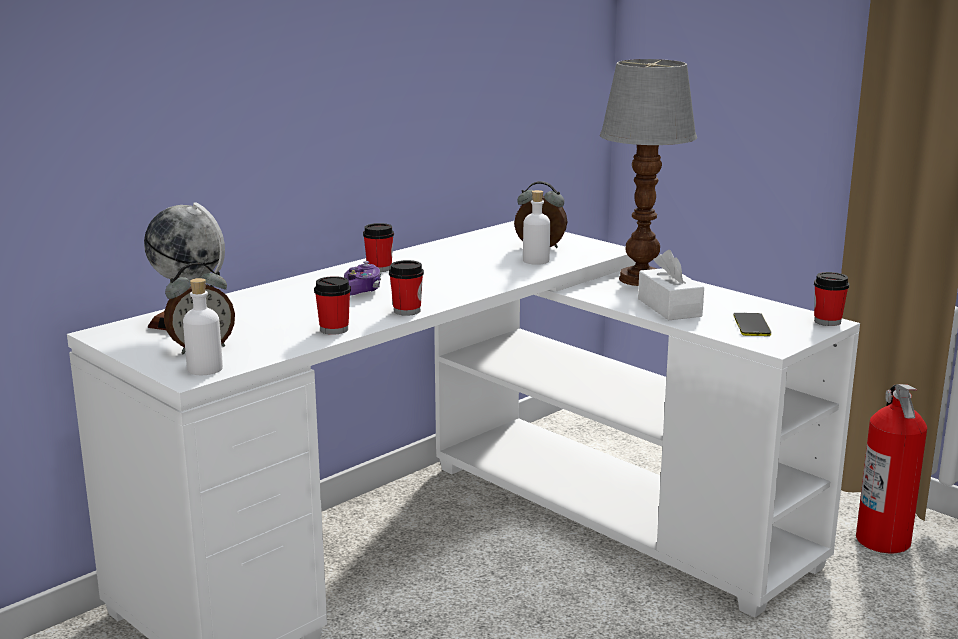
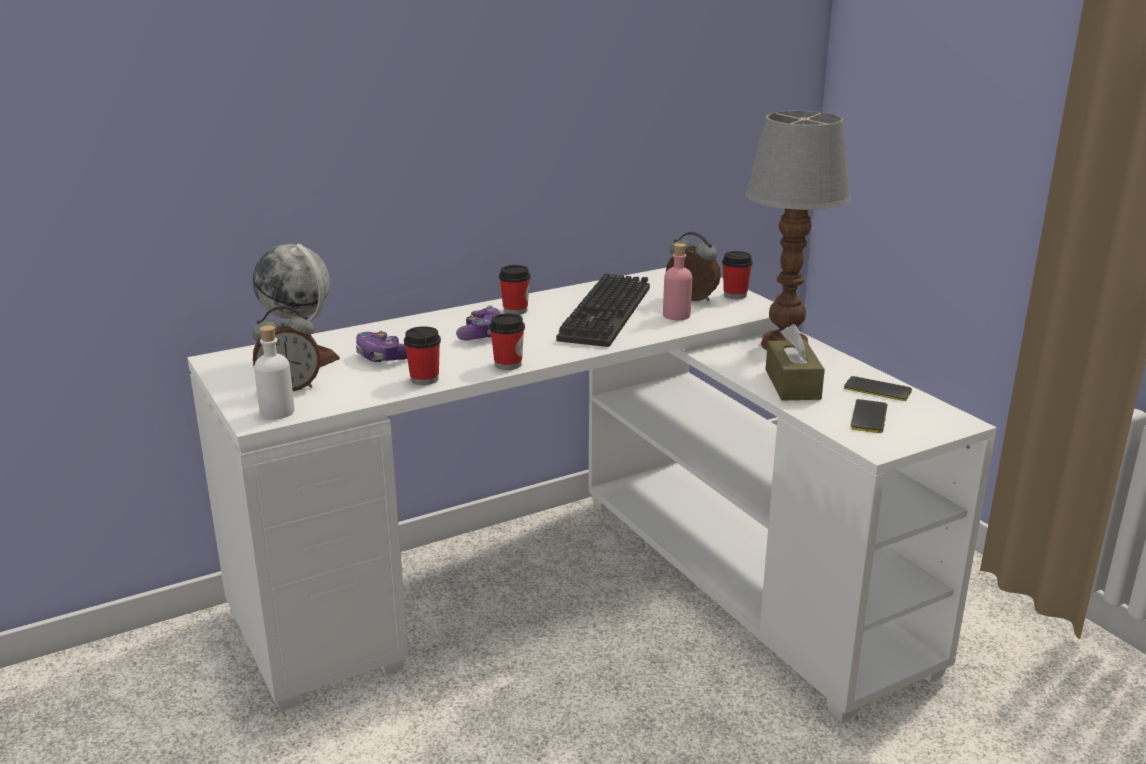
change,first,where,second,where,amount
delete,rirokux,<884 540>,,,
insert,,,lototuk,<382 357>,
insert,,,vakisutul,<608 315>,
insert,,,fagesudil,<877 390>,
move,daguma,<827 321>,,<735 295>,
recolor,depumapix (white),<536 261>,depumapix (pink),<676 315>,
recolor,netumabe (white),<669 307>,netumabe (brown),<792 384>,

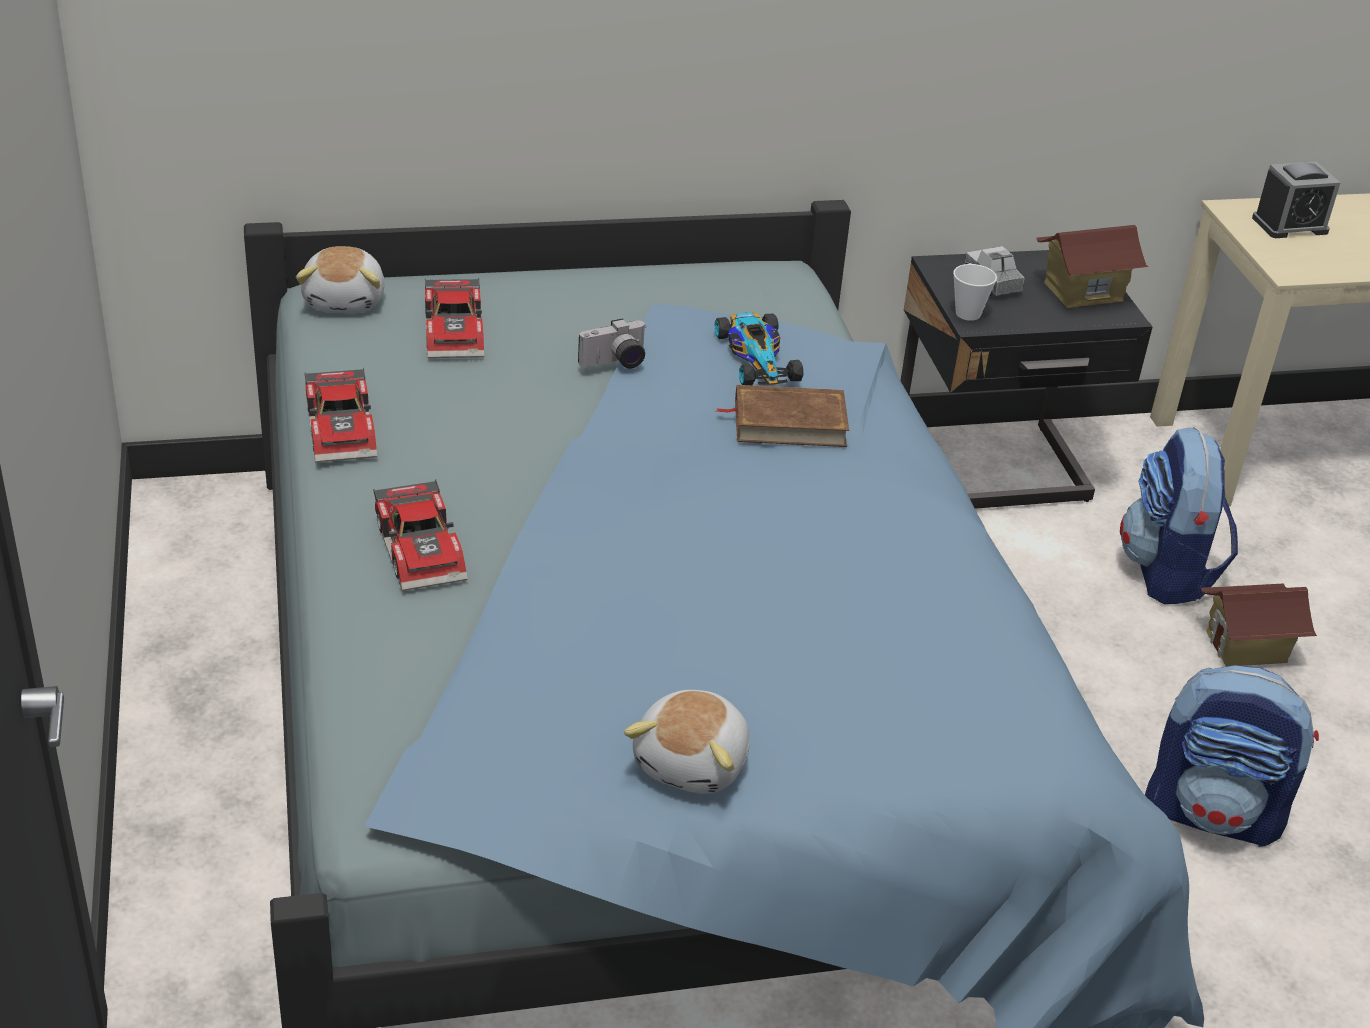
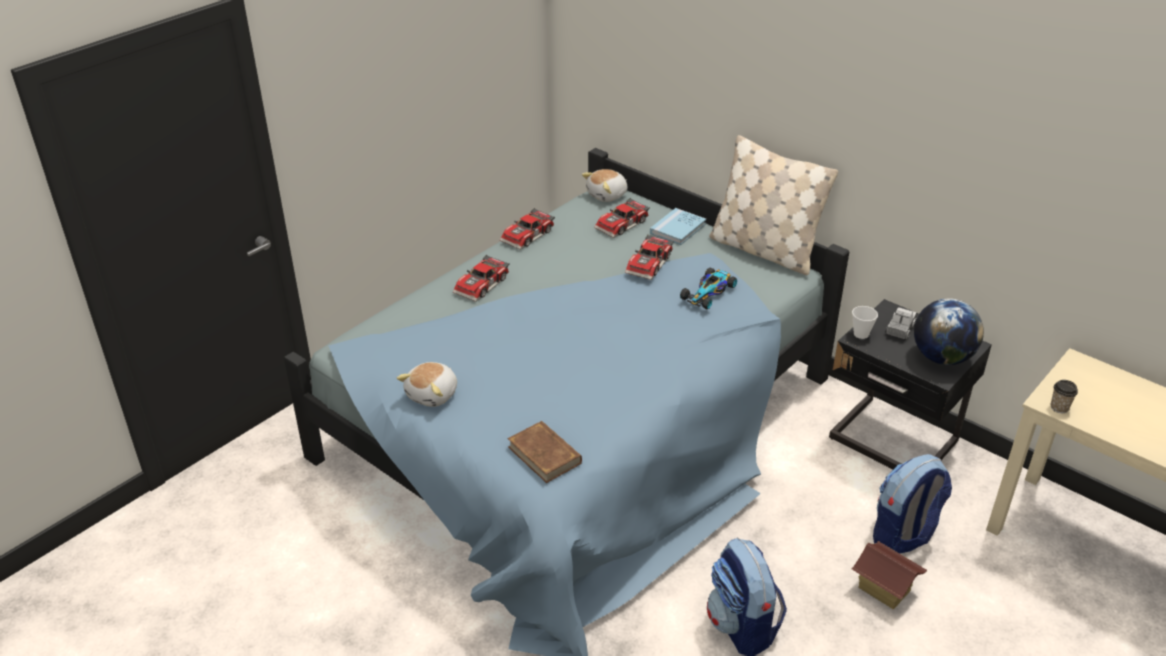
change,first,where,second,where,amount
delete,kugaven,<1289 225>,,,
insert,,,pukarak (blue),<678 228>,
insert,,,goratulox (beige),<764 250>,
insert,,,daguma,<1059 407>,
move,pukarak (brown),<789 423>,,<544 455>,
replace,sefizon,<615 363>,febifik,<650 264>,
replace,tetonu,<1082 292>,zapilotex,<942 357>,
rotate,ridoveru,<694 763>,,<433 395>,45 degrees counterclockwise

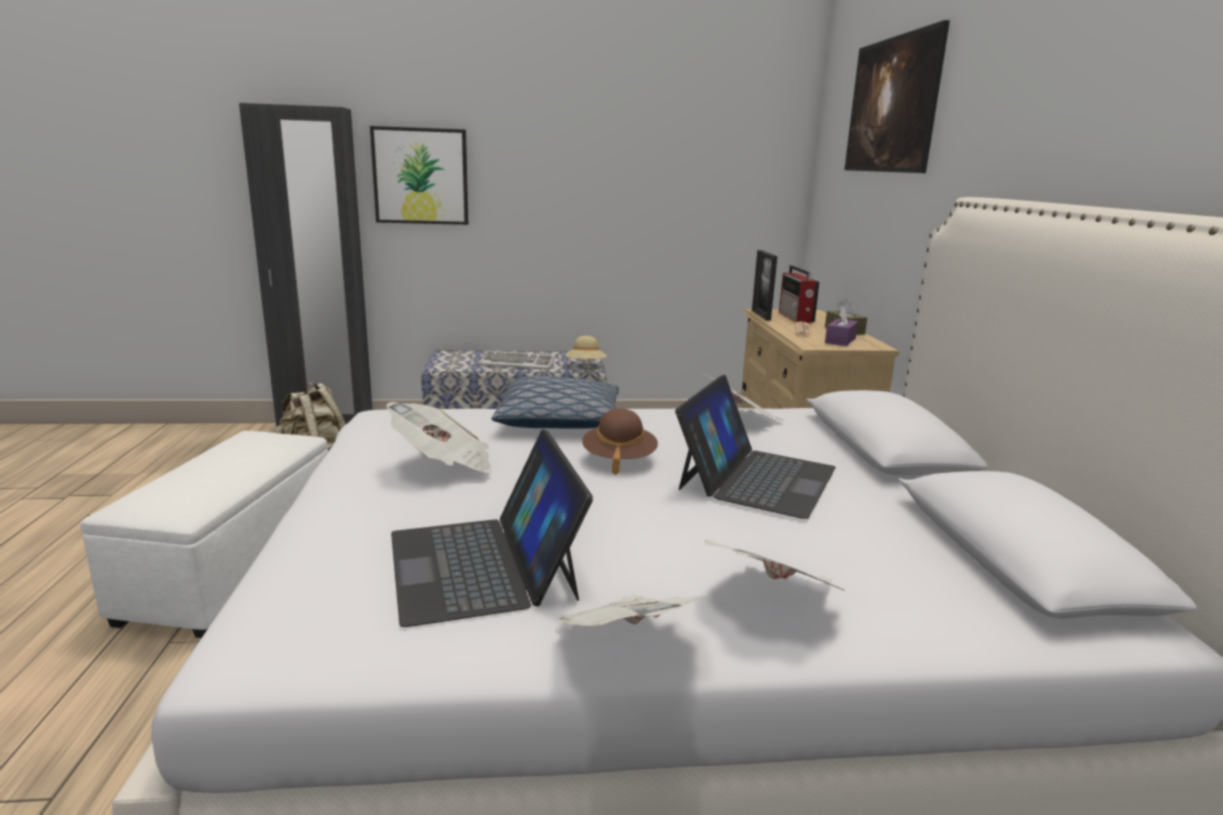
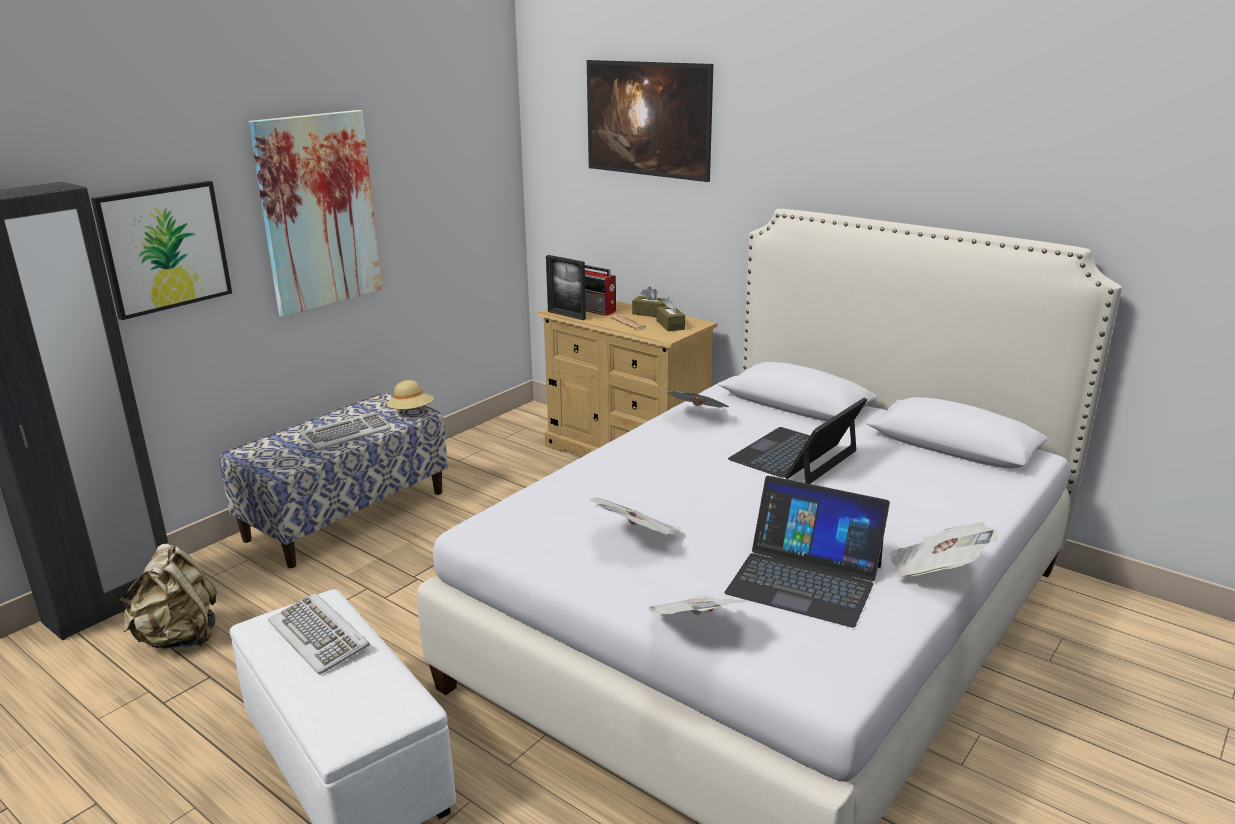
change,first,where,second,where,amount
delete,goratulox,<560 421>,,,
delete,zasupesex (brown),<619 459>,,,
insert,,,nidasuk,<318 212>,
insert,,,vakisutul,<320 636>,
move,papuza,<776 600>,,<695 627>,
recolor,netumabe (purple),<840 340>,netumabe (brown),<670 325>,
rotate,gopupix,<756 478>,,<795 456>,120 degrees counterclockwise

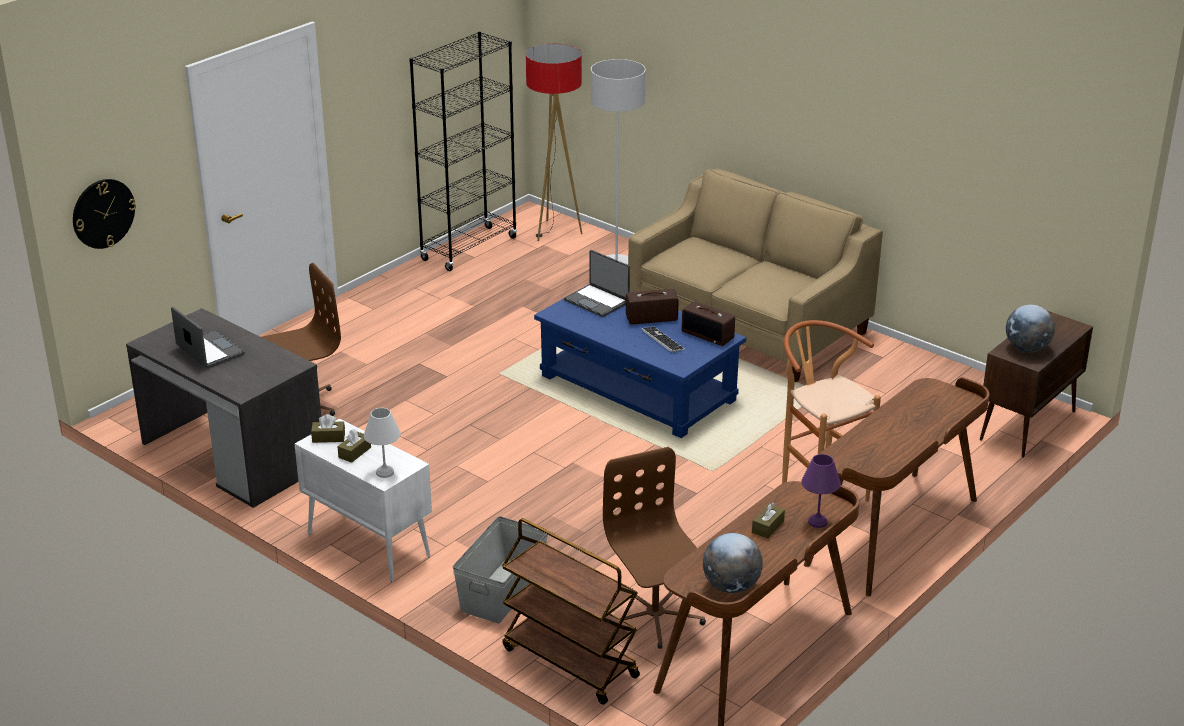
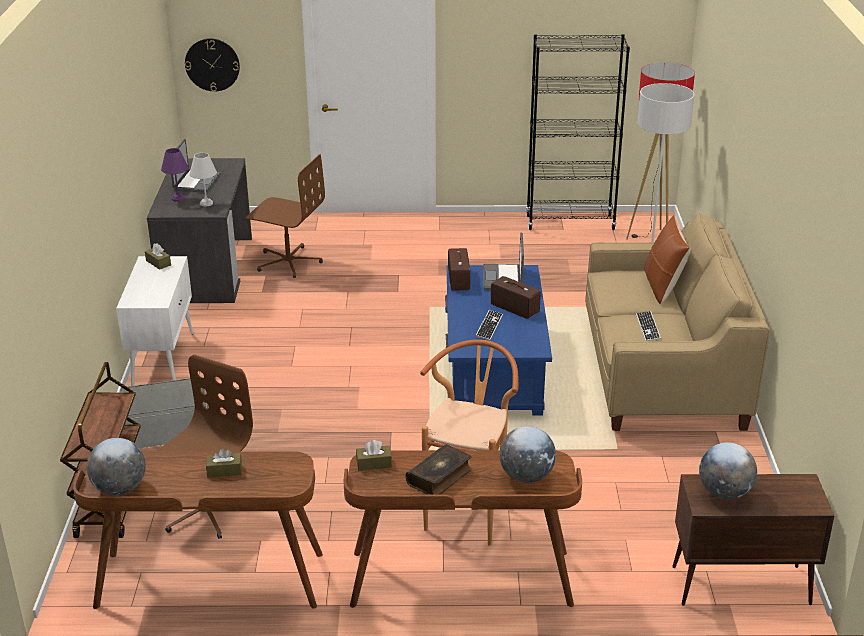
change,first,where,second,where,amount
insert,,,pukarak,<440 477>,
insert,,,zapilotex,<526 476>,
insert,,,vakisutul,<648 327>,
insert,,,goratulox (brown),<663 287>,
move,netumabe (brown),<354 452>,,<374 464>,
move,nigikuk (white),<385 472>,,<206 203>,
move,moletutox,<708 335>,,<459 280>,
move,nigikuk (purple),<818 521>,,<179 198>,

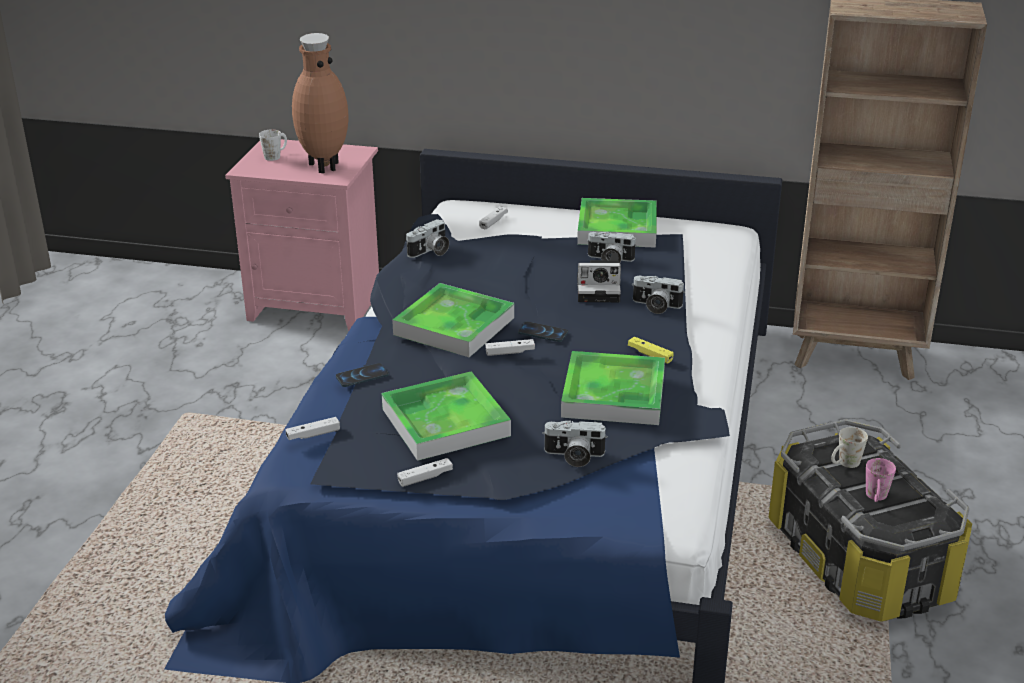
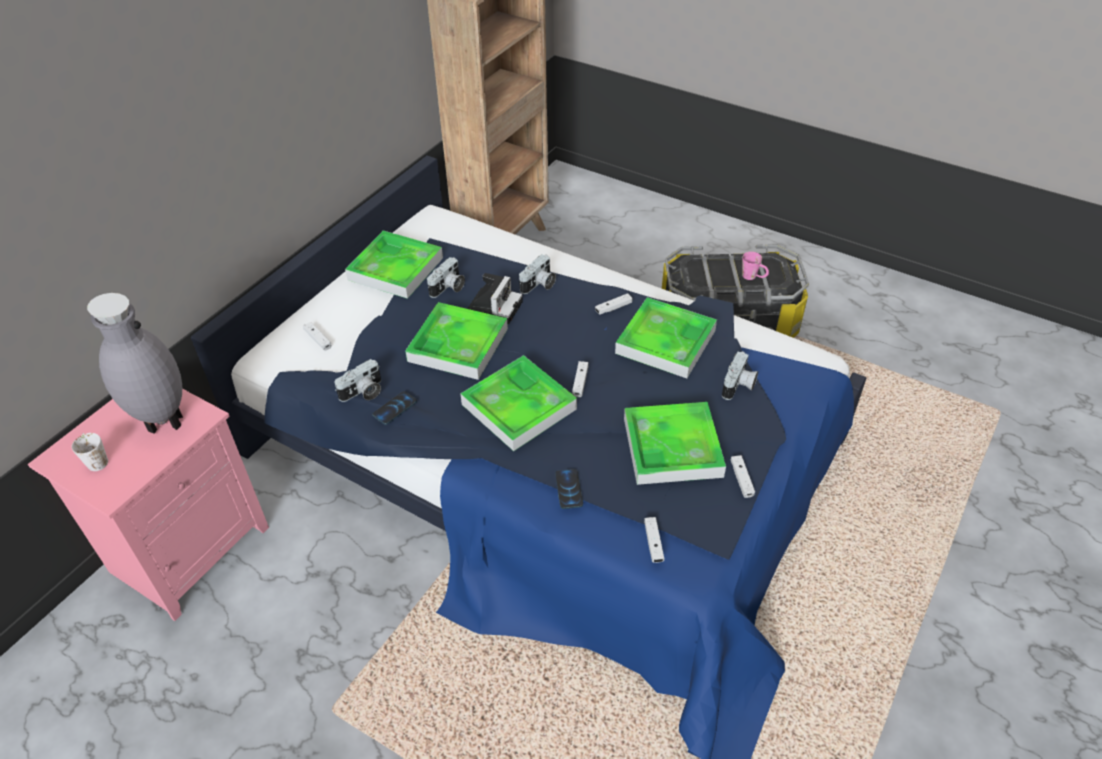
change,first,where,second,where,amount
delete,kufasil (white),<844 464>,,,
insert,,,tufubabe,<458 345>,
move,fagesudil,<543 333>,,<395 408>,
recolor,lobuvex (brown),<323 166>,lobuvex (grey),<162 423>,
recolor,lototuk (yellow),<650 355>,lototuk (white),<613 308>,
rotate,sefizon,<430 252>,,<363 393>,75 degrees clockwise

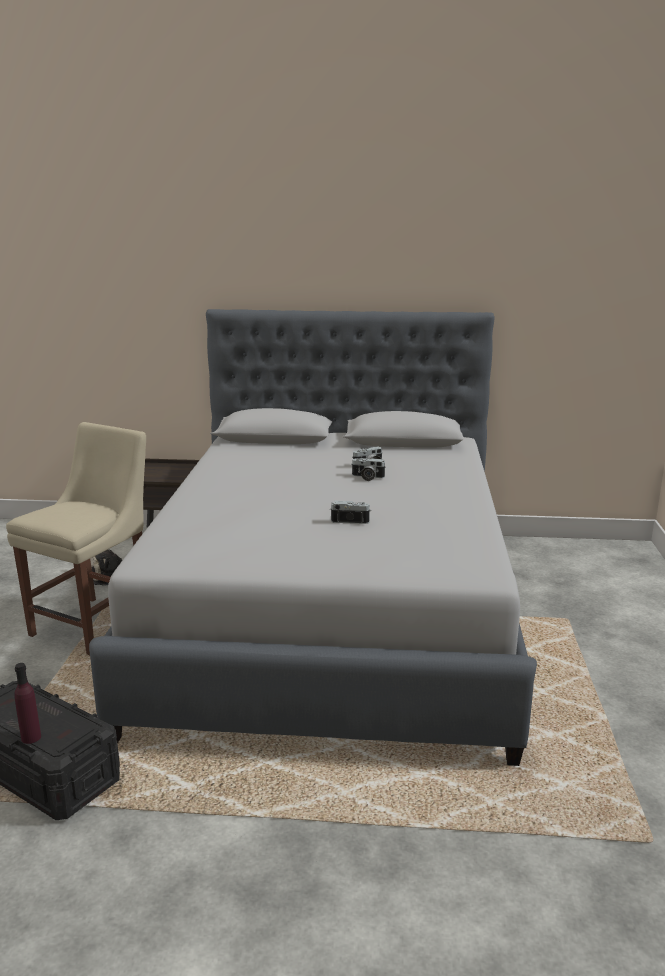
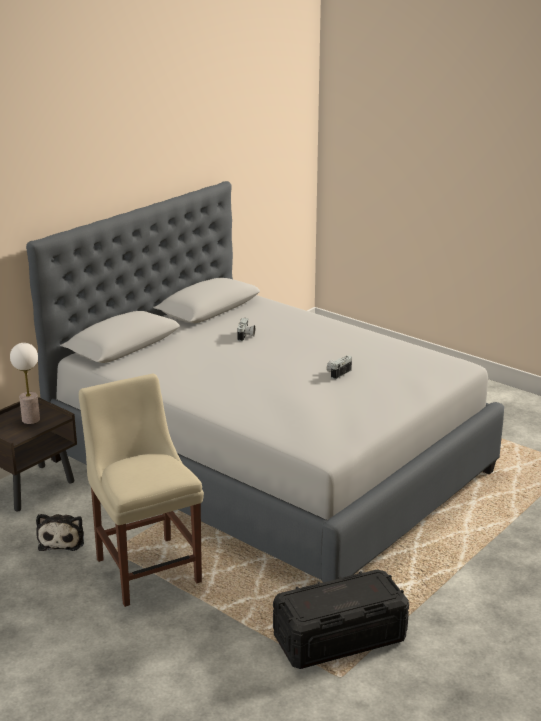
change,first,where,second,where,amount
delete,depumapix (purple),<31 737>,,,
delete,sefizon,<367 477>,,,
insert,,,nigikuk,<30 419>,

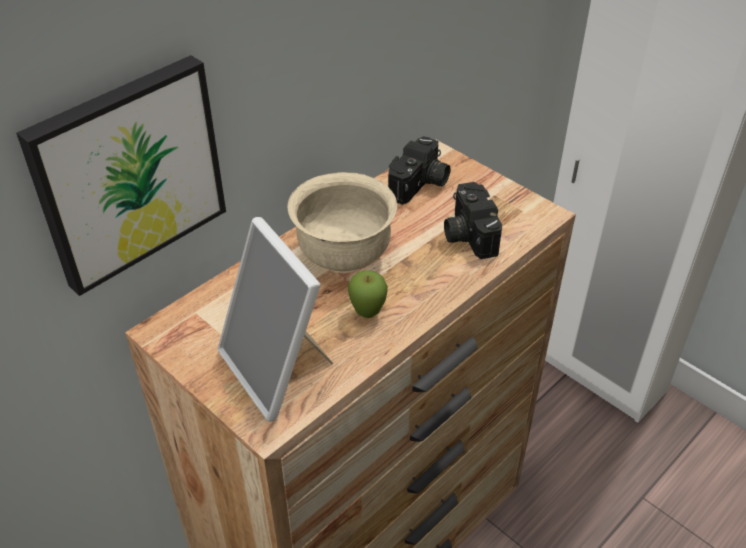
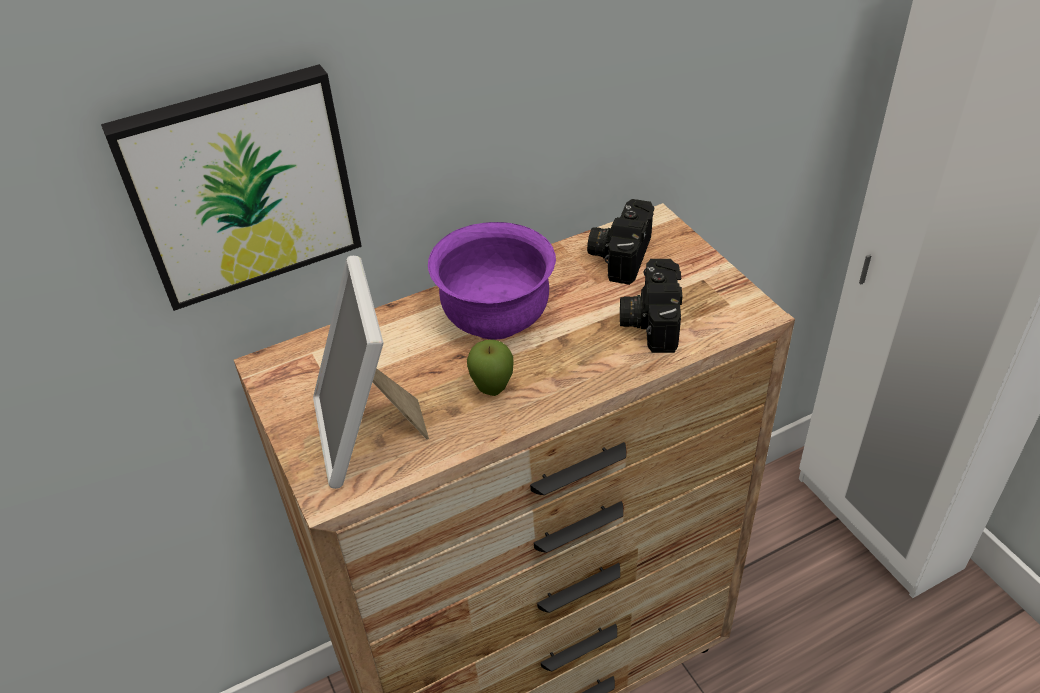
change,first,where,second,where,amount
recolor,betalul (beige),<344 255>,betalul (purple),<496 319>,
rotate,sefizon,<420 185>,,<619 254>,150 degrees clockwise

